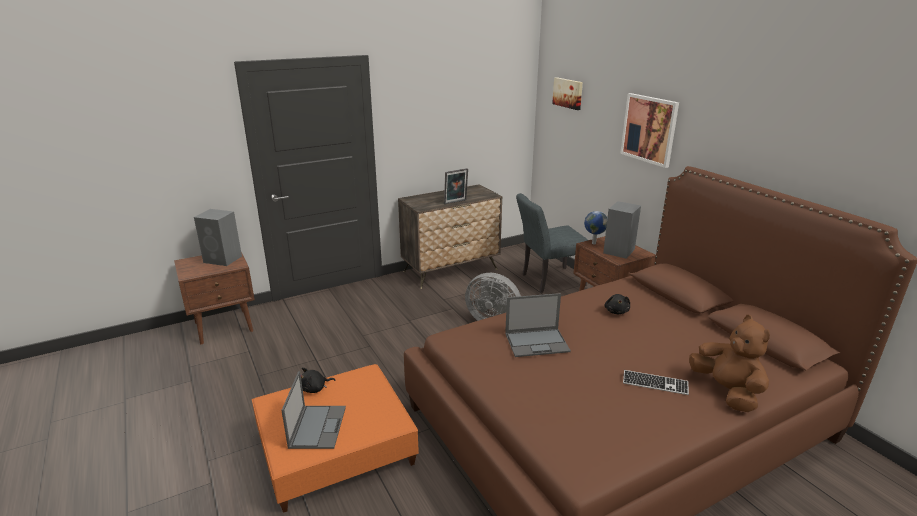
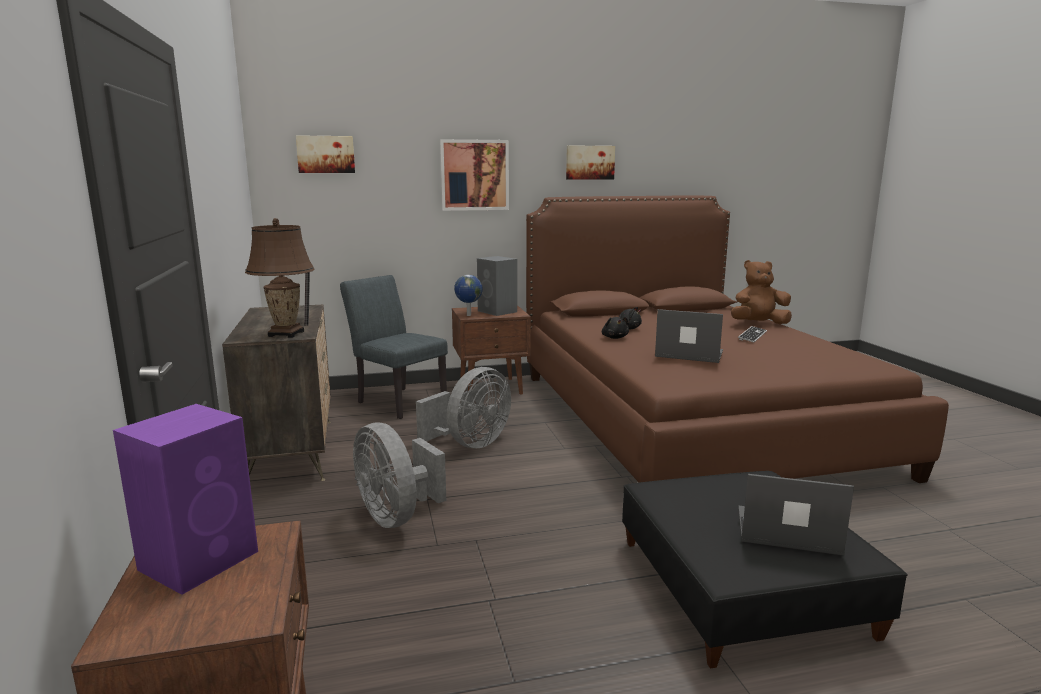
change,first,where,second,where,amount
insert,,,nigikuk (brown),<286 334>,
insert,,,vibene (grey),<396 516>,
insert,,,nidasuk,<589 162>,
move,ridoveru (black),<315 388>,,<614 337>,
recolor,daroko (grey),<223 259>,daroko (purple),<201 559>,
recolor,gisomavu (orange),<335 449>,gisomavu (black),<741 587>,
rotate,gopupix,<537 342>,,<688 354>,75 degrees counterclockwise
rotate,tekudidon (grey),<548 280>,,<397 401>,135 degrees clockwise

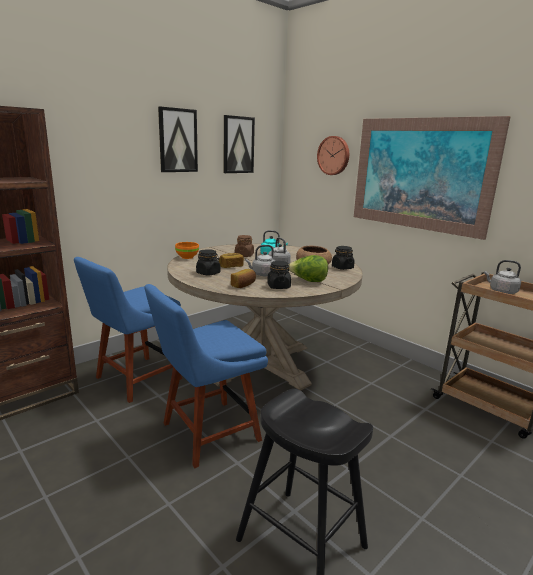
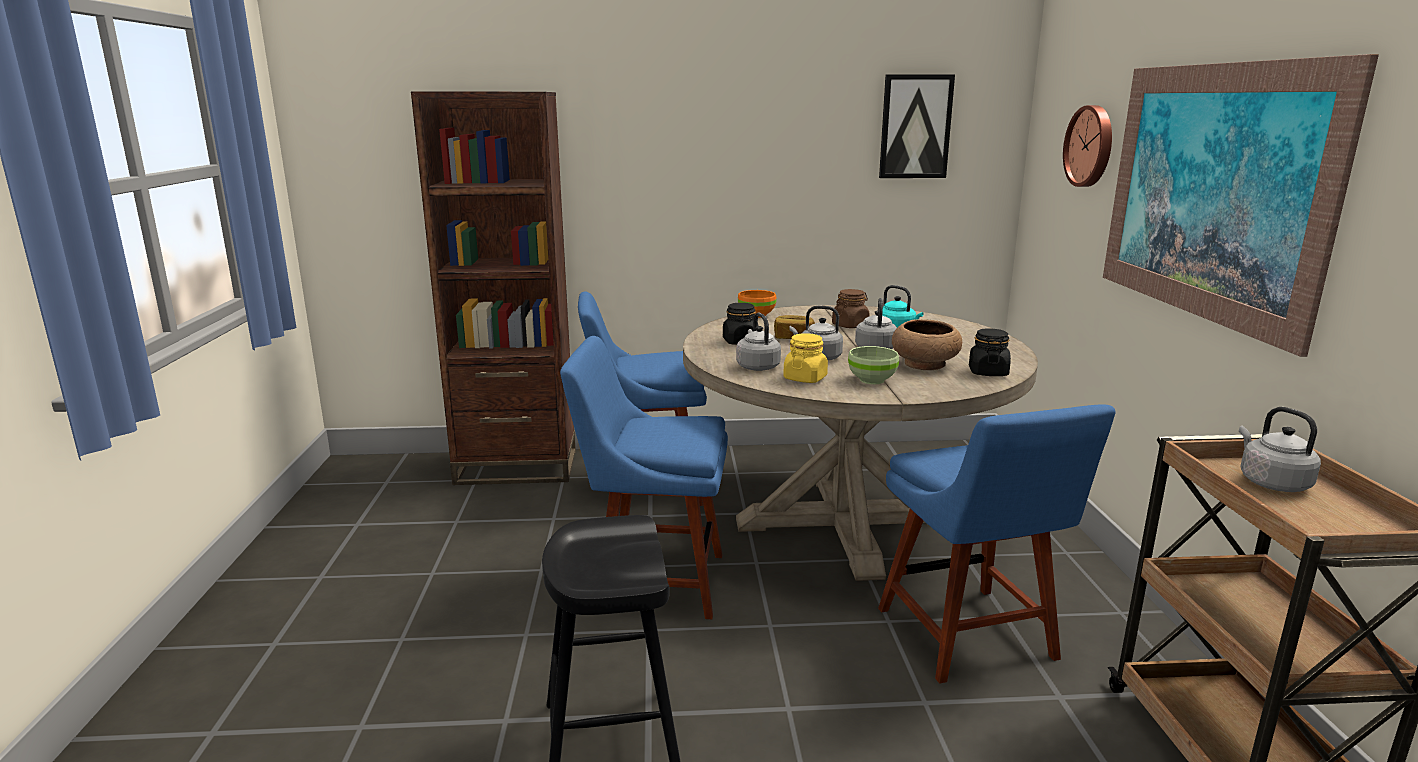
change,first,where,second,where,amount
delete,nidasuk,<177 140>,,,
insert,,,tekudidon (blue),<970 638>,
replace,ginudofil,<244 285>,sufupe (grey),<757 366>,
replace,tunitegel,<308 281>,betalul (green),<872 380>,
recolor,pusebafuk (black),<278 286>,pusebafuk (yellow),<805 378>,

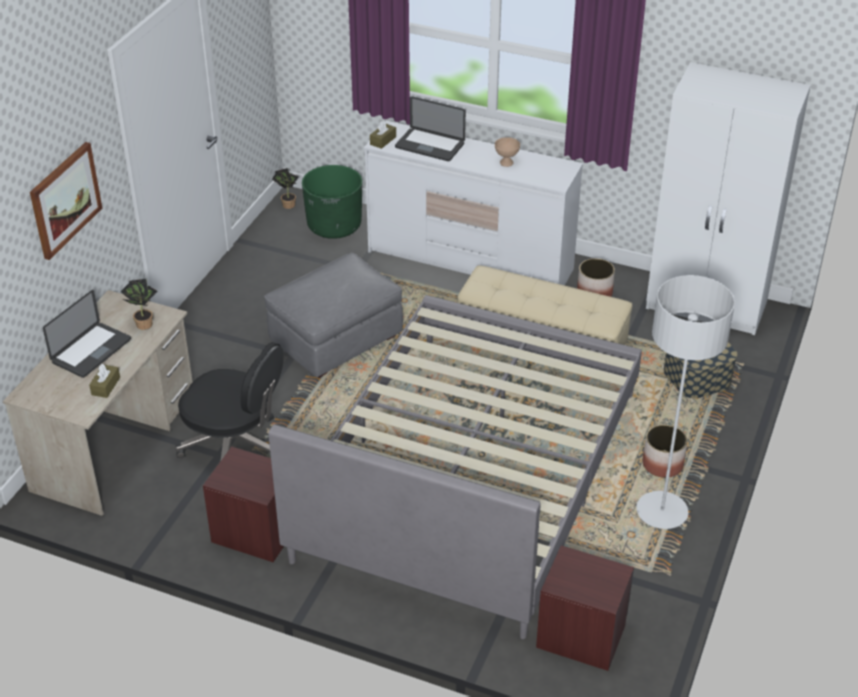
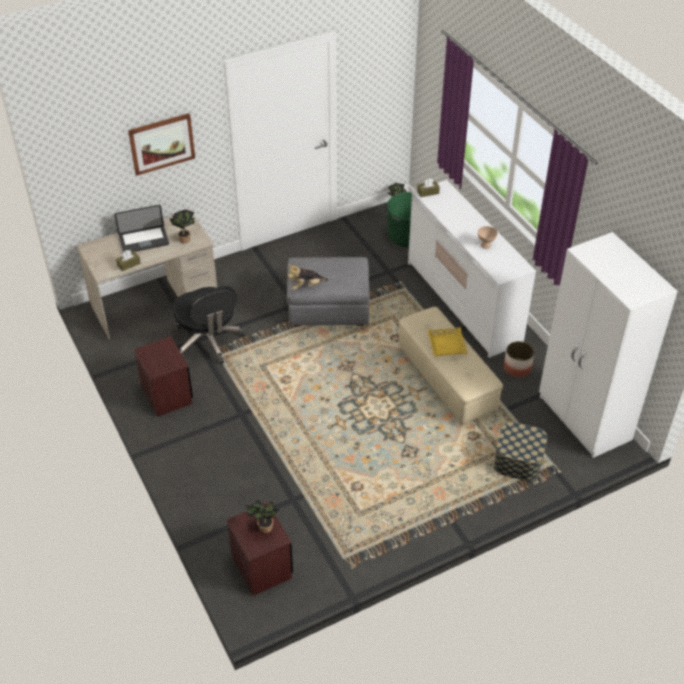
change,first,where,second,where,amount
delete,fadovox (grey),<469 474>,,,
delete,gopupix,<429 146>,,,
delete,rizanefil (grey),<661 512>,,,
delete,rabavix,<662 464>,,,
insert,,,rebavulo,<263 528>,
insert,,,ridoveru,<306 286>,
insert,,,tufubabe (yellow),<446 344>,

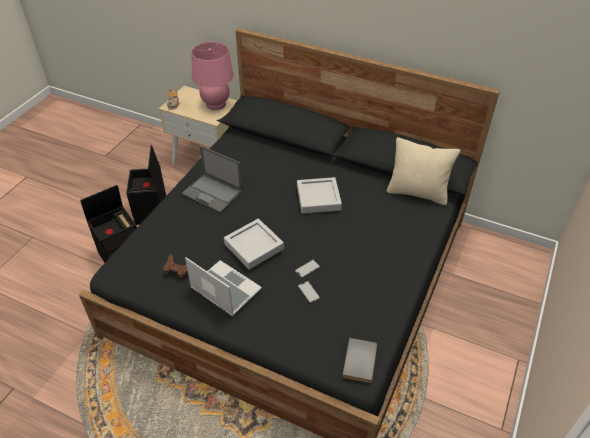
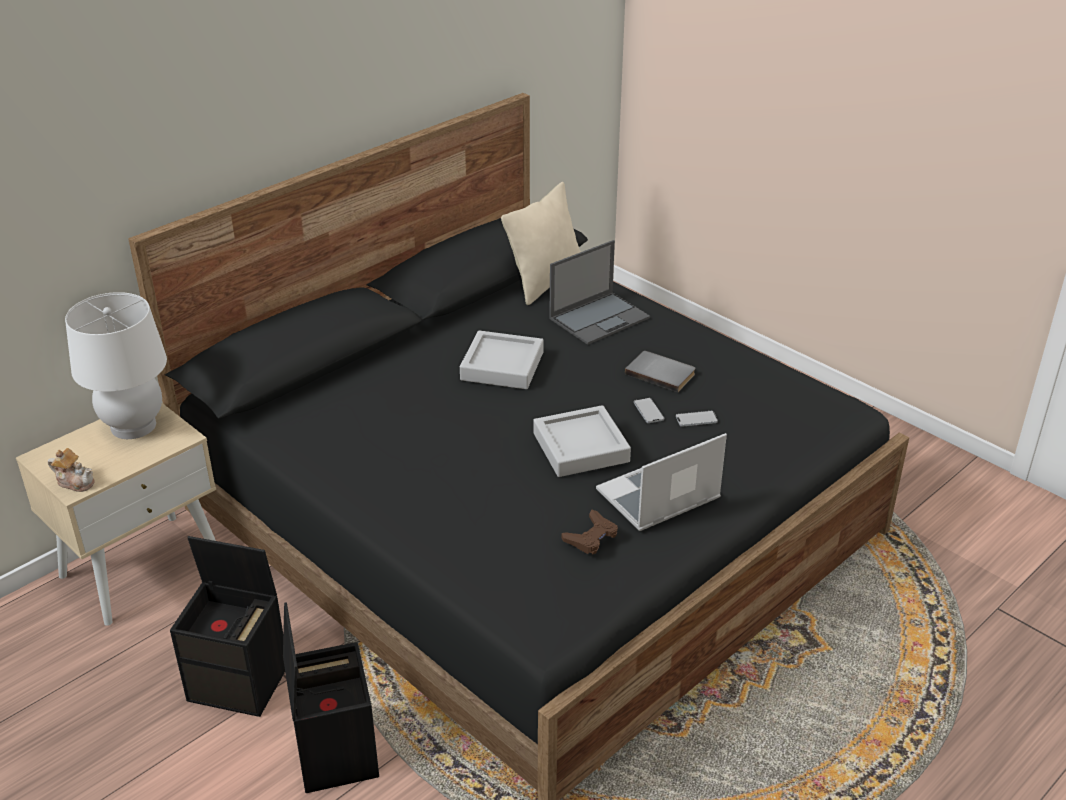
change,first,where,second,where,amount
move,gopupix,<213 193>,,<600 318>,
move,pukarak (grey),<361 361>,,<661 373>,
recolor,nigikuk (pink),<216 104>,nigikuk (white),<133 426>,

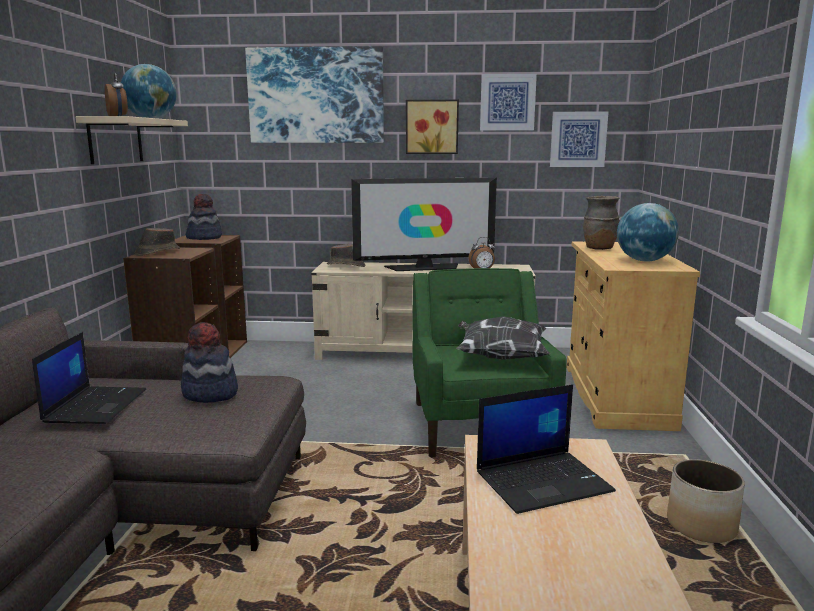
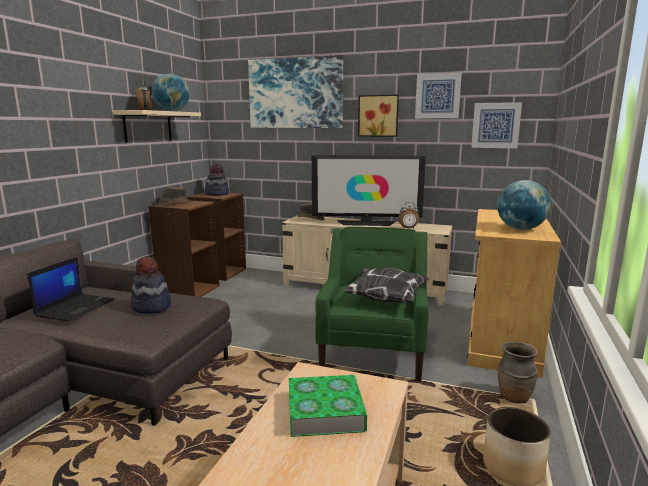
change,first,where,second,where,amount
move,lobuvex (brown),<598 249>,,<513 397>,
replace,gopupix,<543 481>,pukarak,<325 411>,

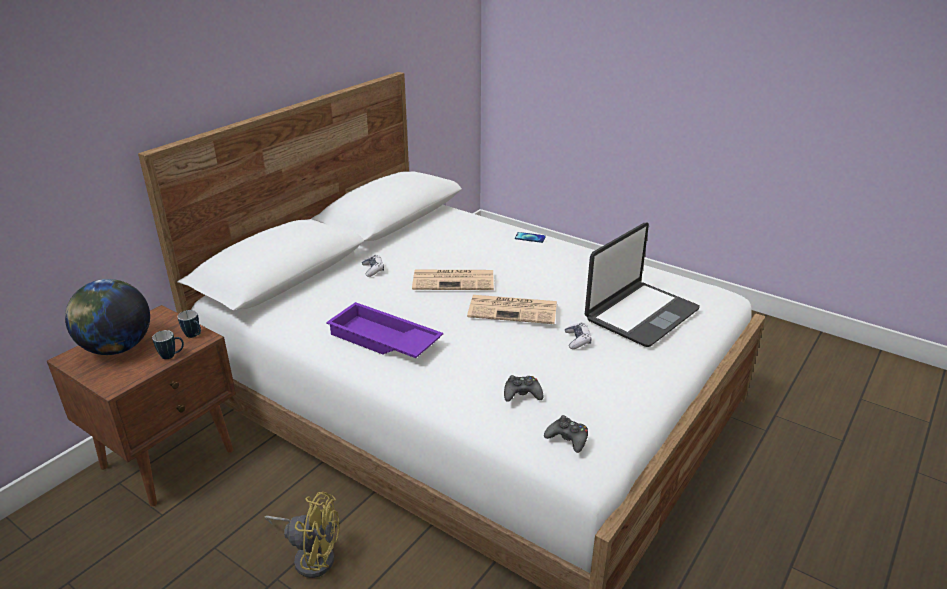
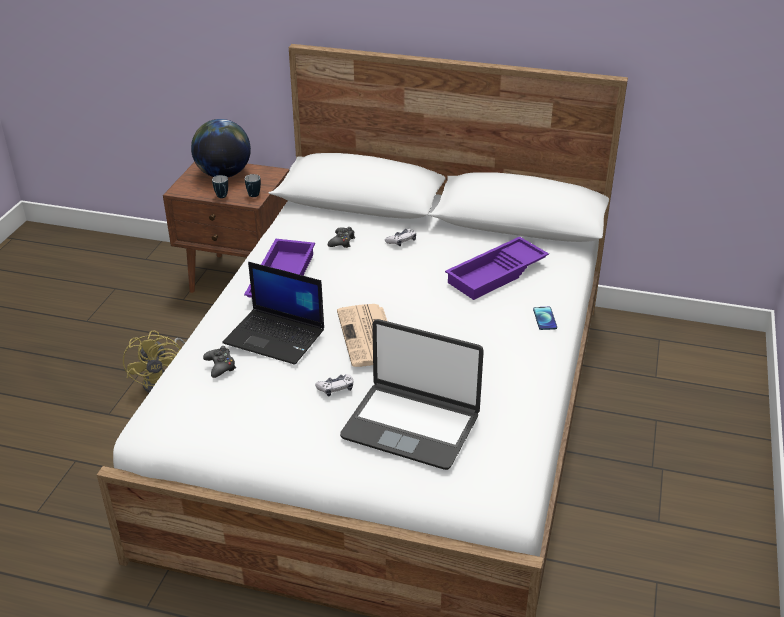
change,first,where,second,where,amount
delete,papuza,<454 280>,,,
insert,,,gopupix,<276 336>,
insert,,,tufubabe (purple),<497 275>,
move,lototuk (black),<567 438>,,<342 241>,

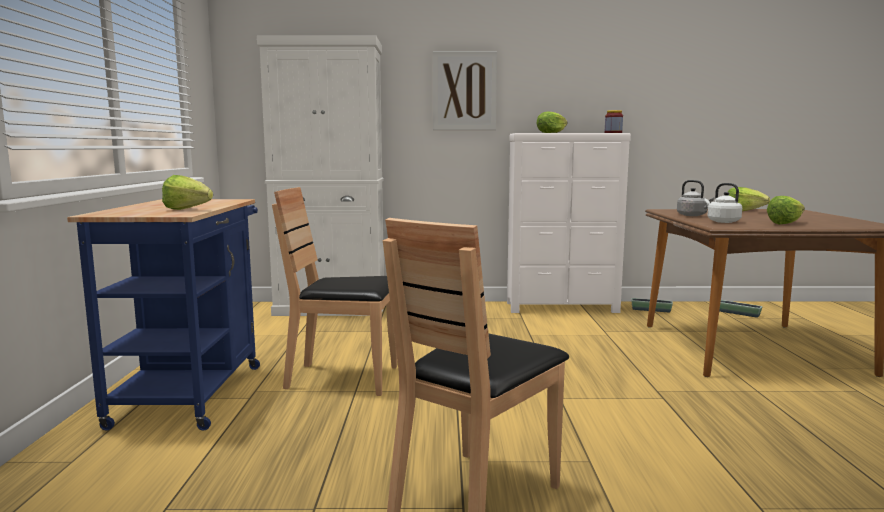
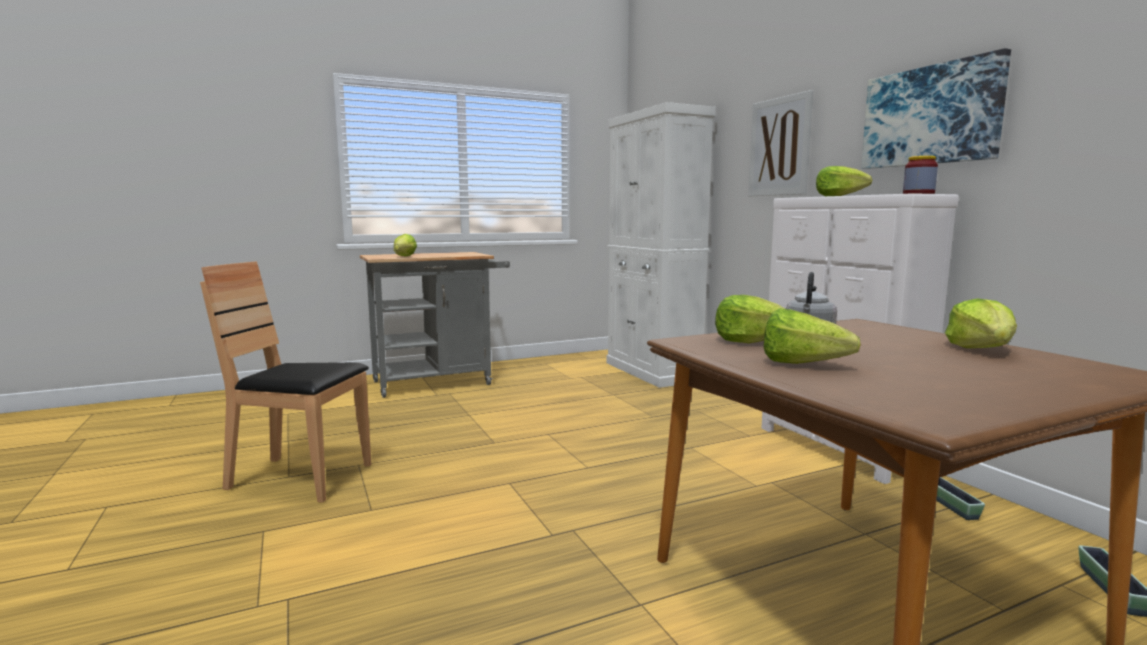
change,first,where,second,where,amount
delete,tekudidon (brown),<343 378>,,,
insert,,,nidasuk,<931 116>,
replace,sufupe (white),<722 221>,tunitegel,<750 341>,
recolor,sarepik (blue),<192 390>,sarepik (grey),<440 382>,

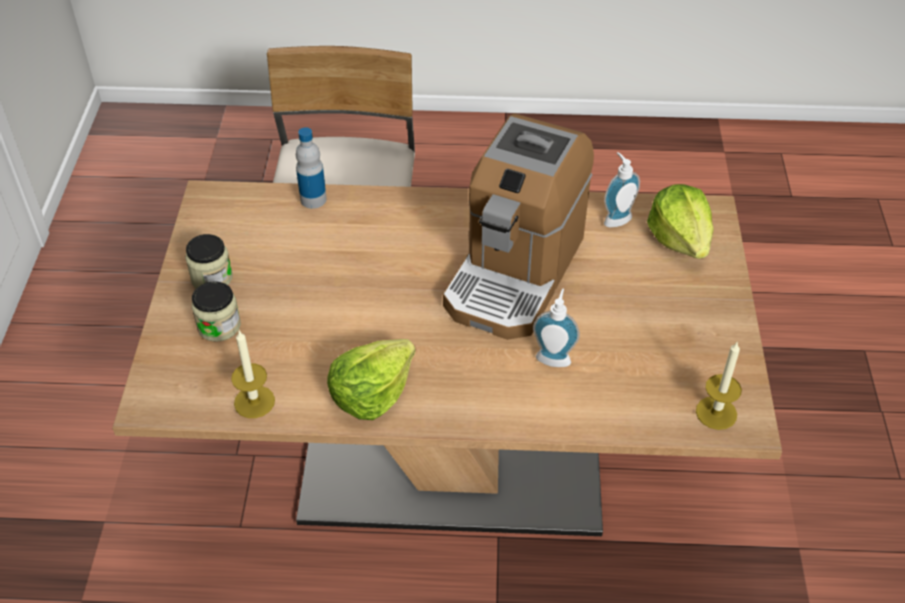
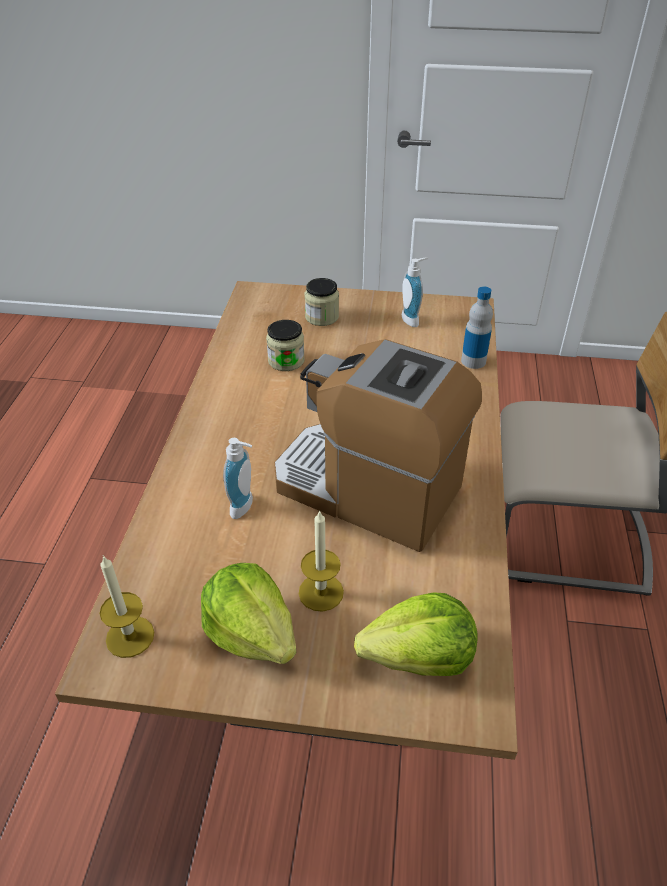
change,first,where,second,where,amount
move,pusebafuk,<212 278>,,<286 361>,
move,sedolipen,<254 402>,,<321 592>,
move,tunitegel,<371 393>,,<251 631>,
move,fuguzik,<615 218>,,<413 319>,

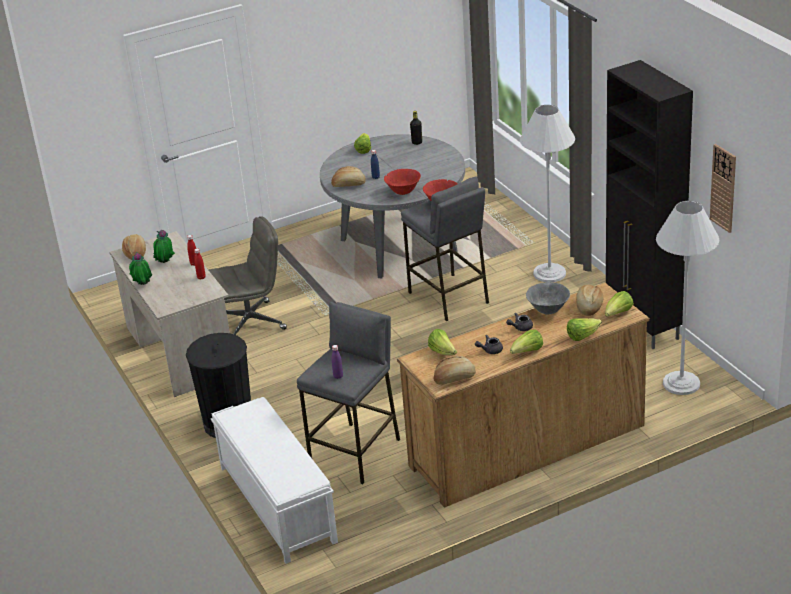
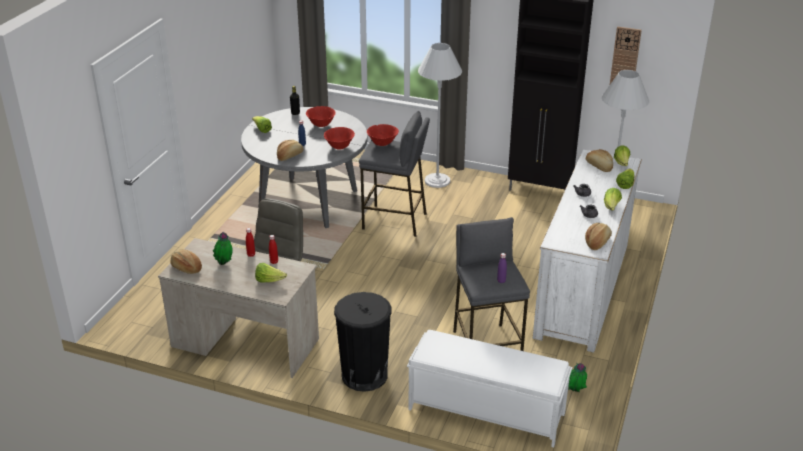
change,first,where,second,where,amount
delete,betalul (grey),<548 310>,,,
insert,,,betalul (red),<321 125>,
move,rebavulo,<142 285>,,<575 392>,
move,tunitegel,<443 352>,,<269 280>,
recolor,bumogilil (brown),<527 445>,bumogilil (white),<582 289>,

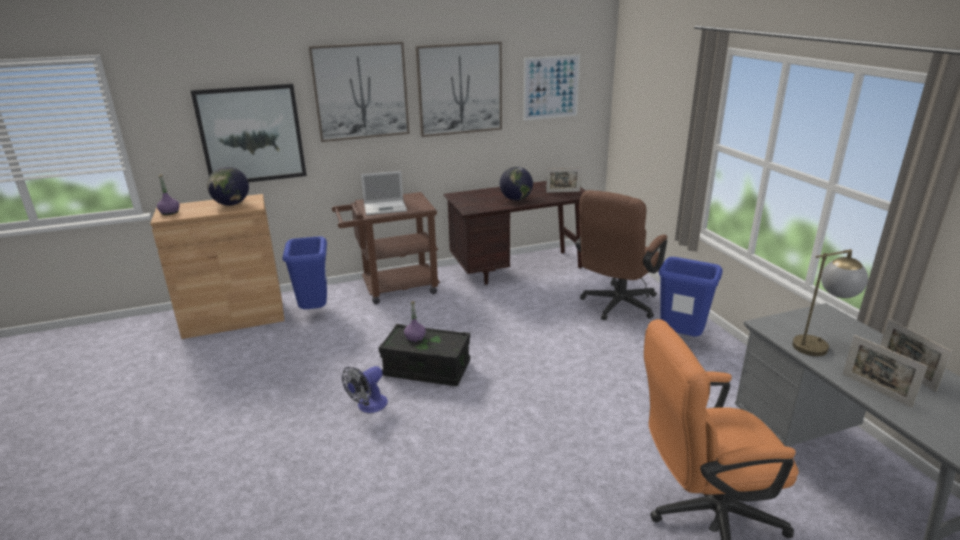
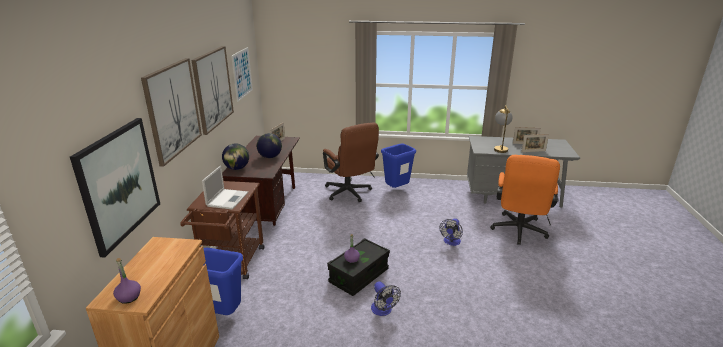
change,first,where,second,where,amount
insert,,,vibene,<451 242>,
move,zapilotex,<231 204>,,<237 168>,

